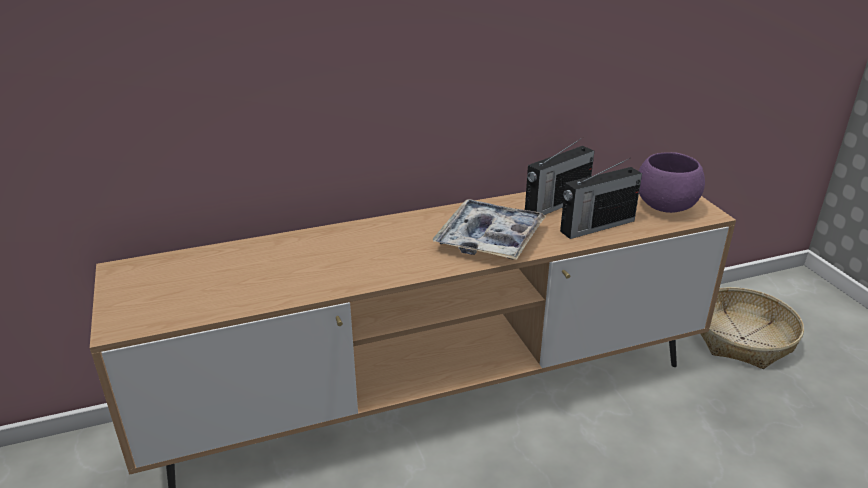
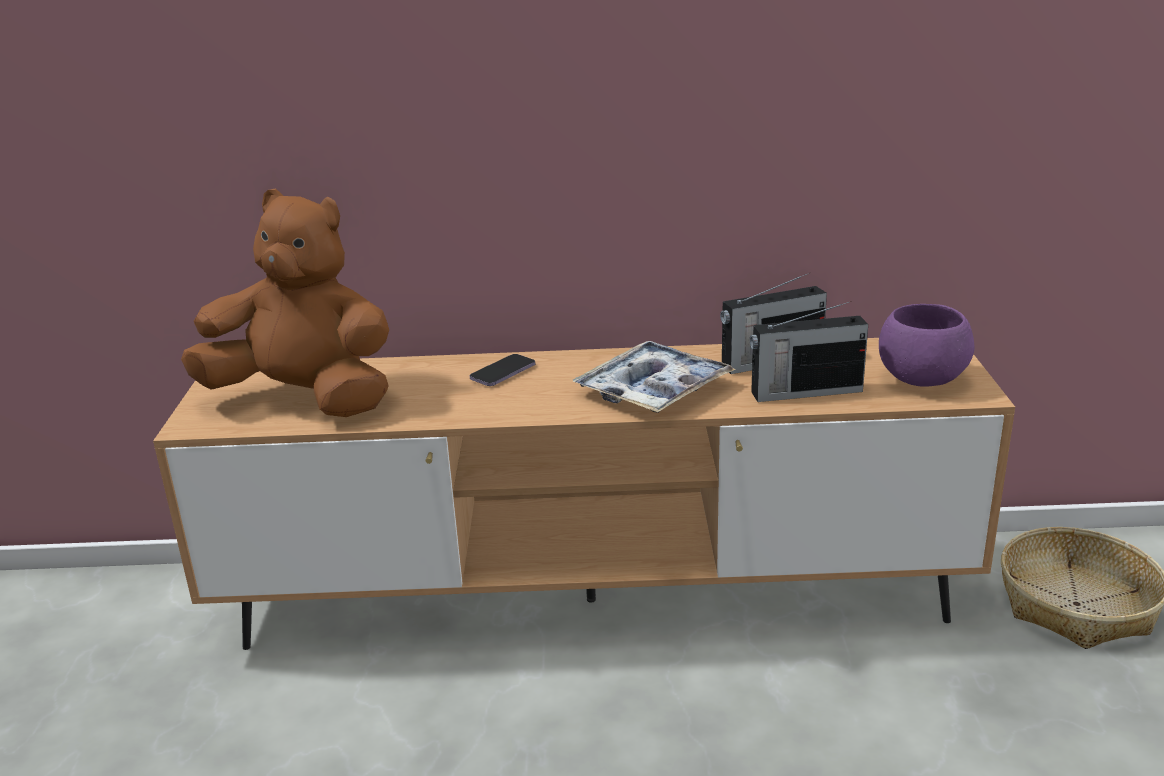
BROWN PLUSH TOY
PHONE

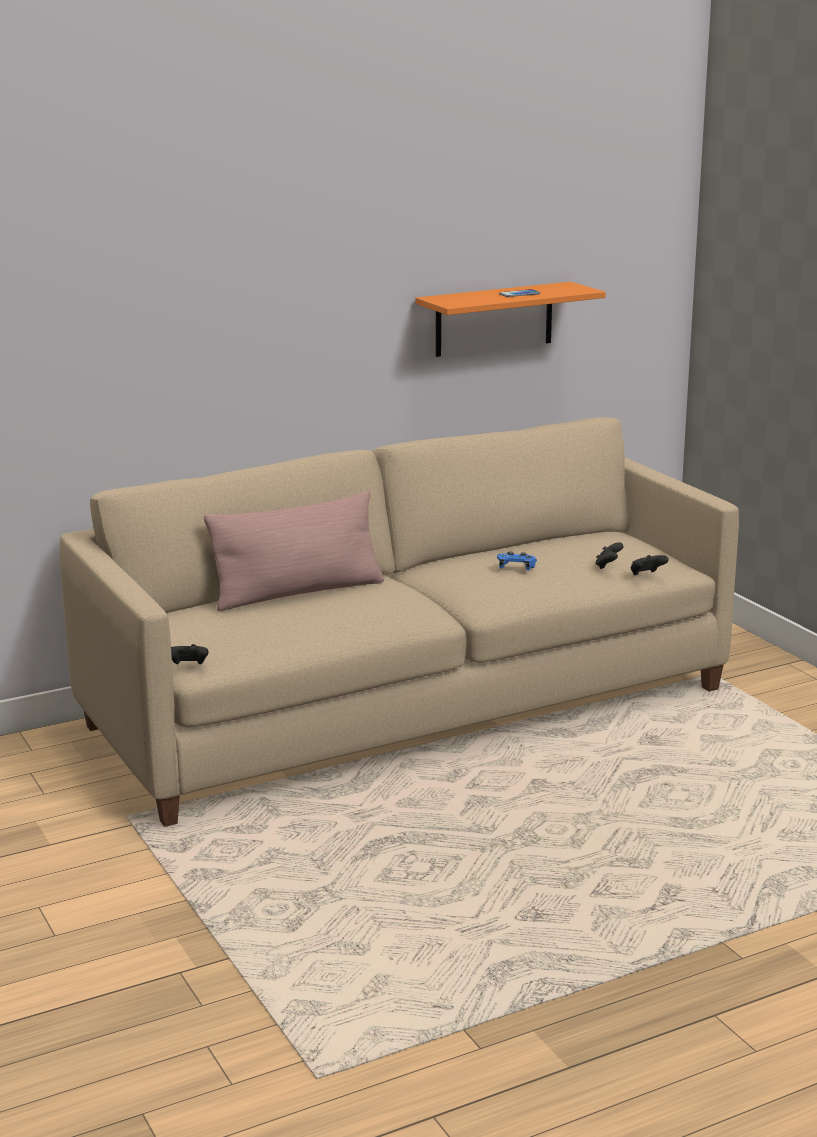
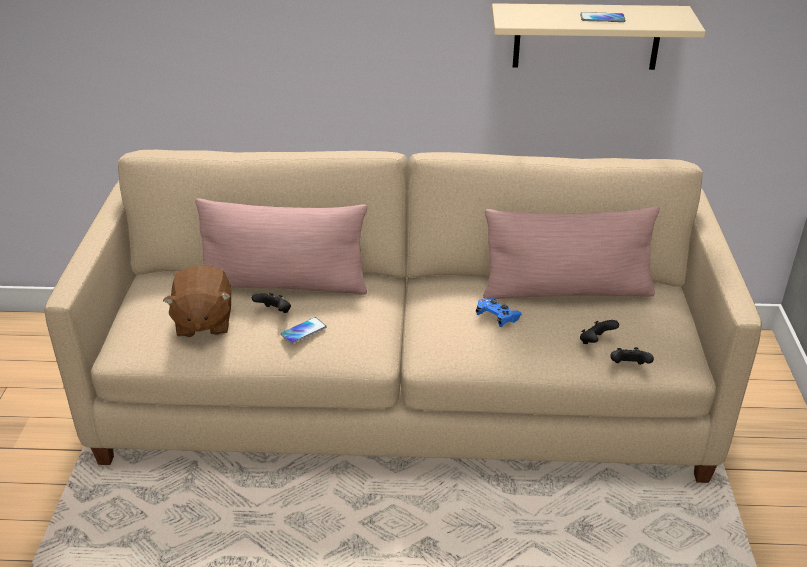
BROWN PLUSH TOY
BLACK GAME CONTROLLER (1st from left)
PHONE (1st from left)
PINK PILLOW (2nd from left)
BEIGE SHELF

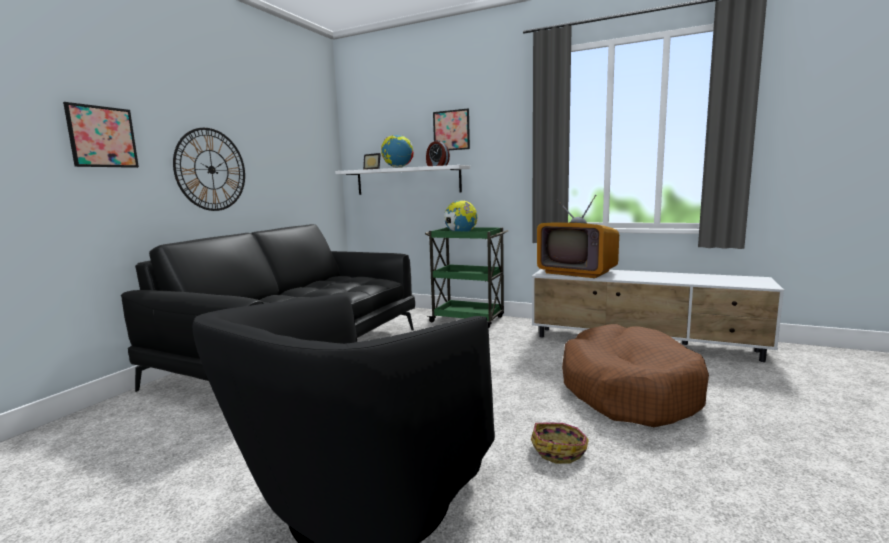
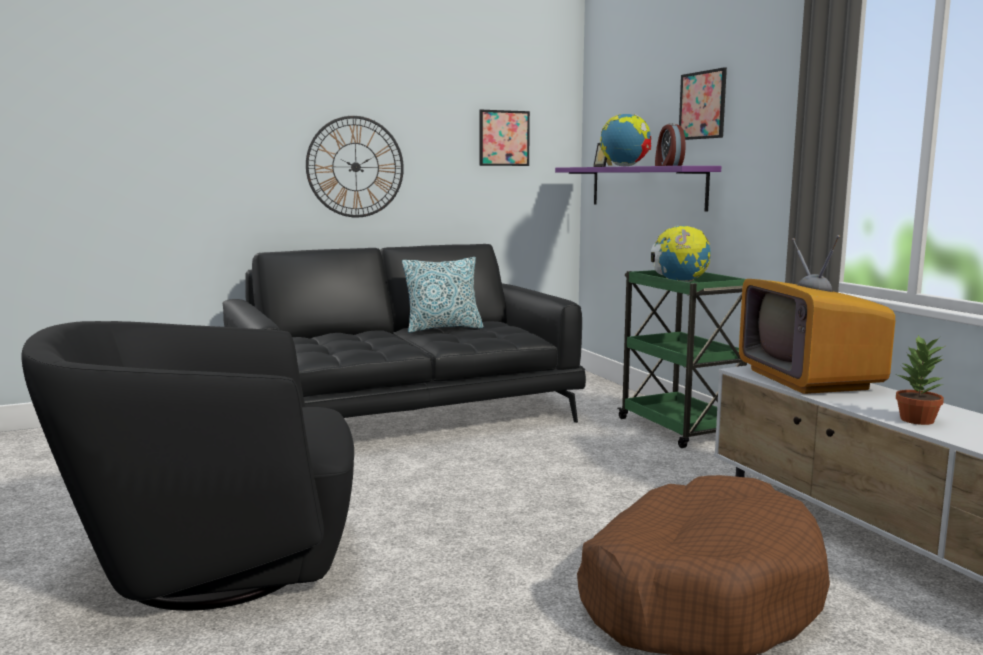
PILLOW
PICTURE (1st from left)
PURPLE SHELF
POTTED PLANT
BASKET

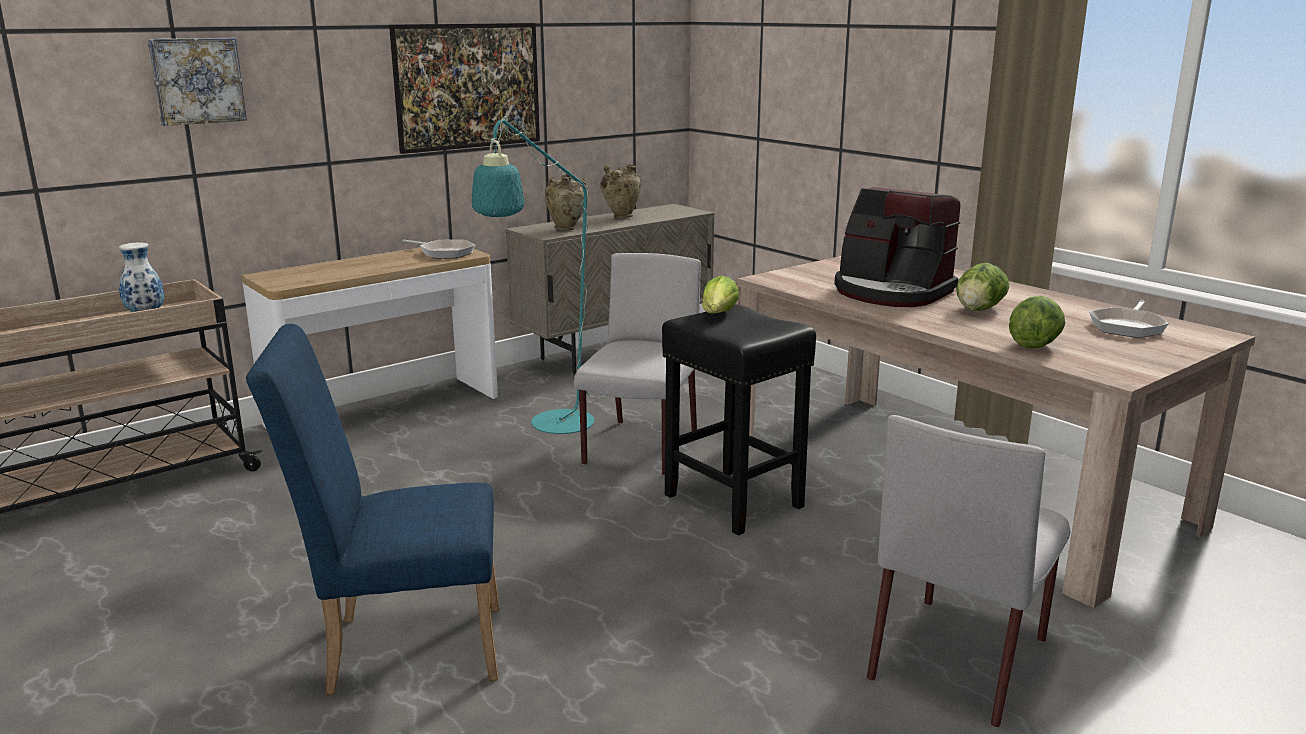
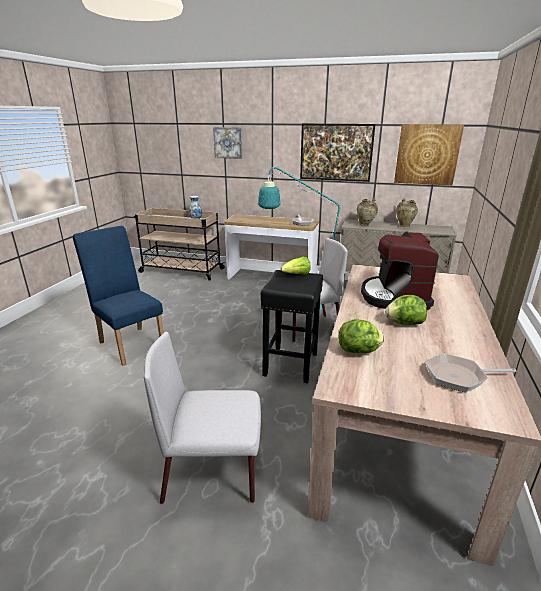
PICTURE (3rd from left)

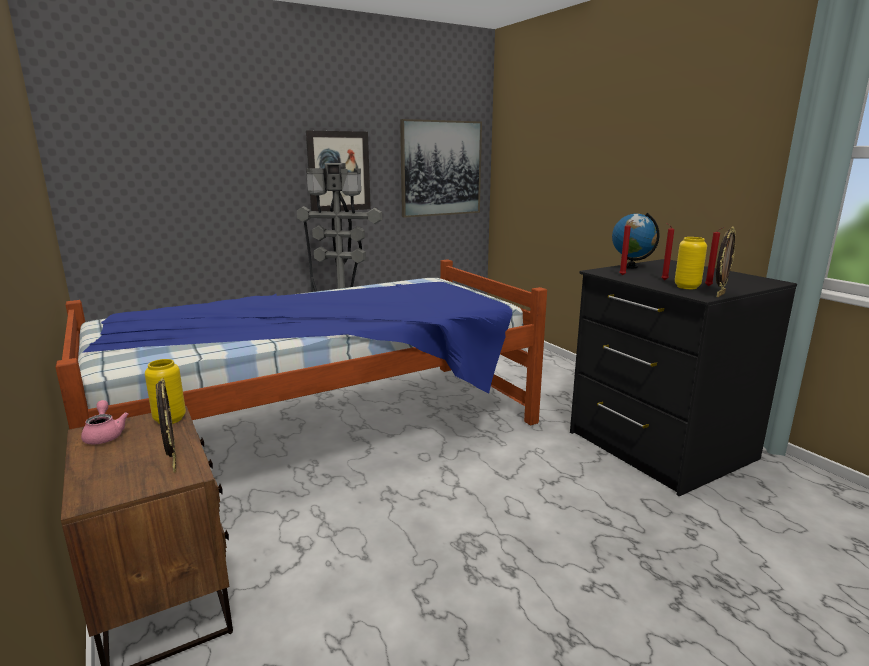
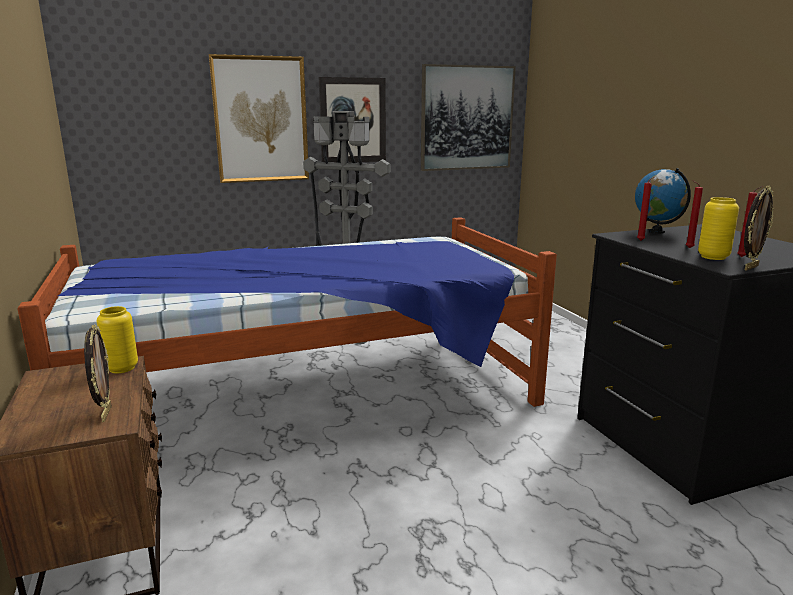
PICTURE (1st from left)
PINK TEAPOT

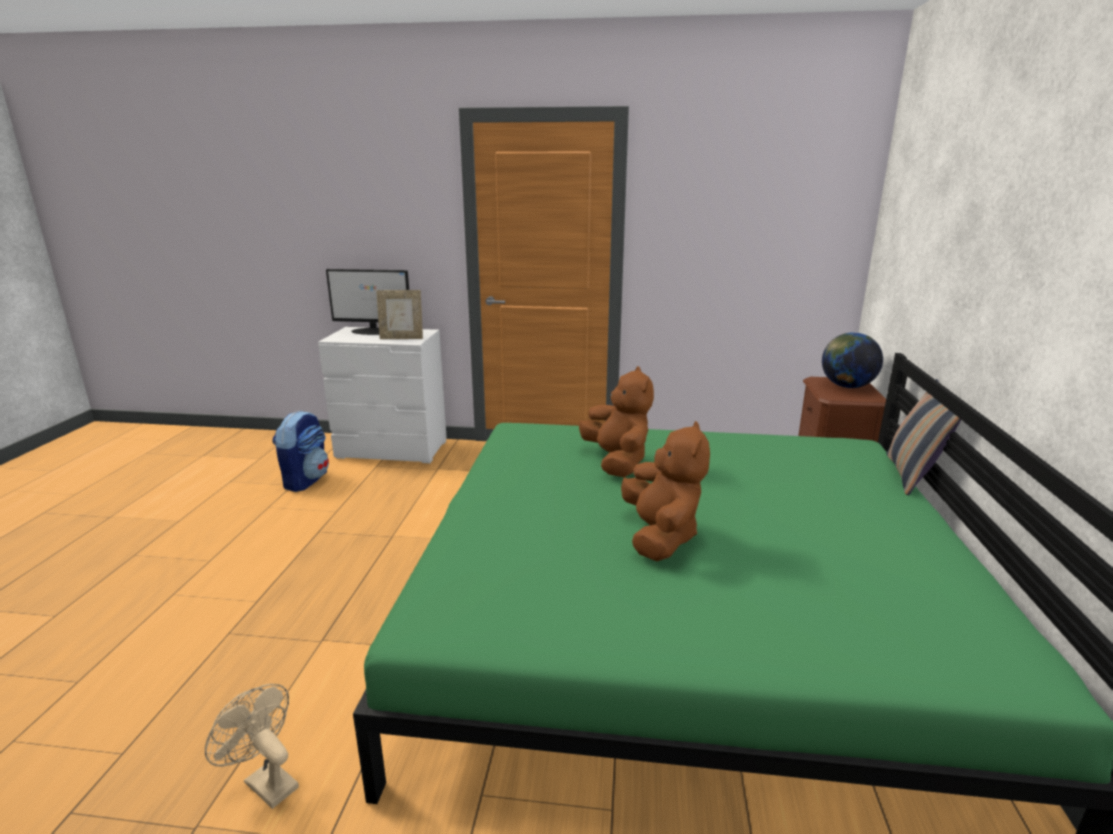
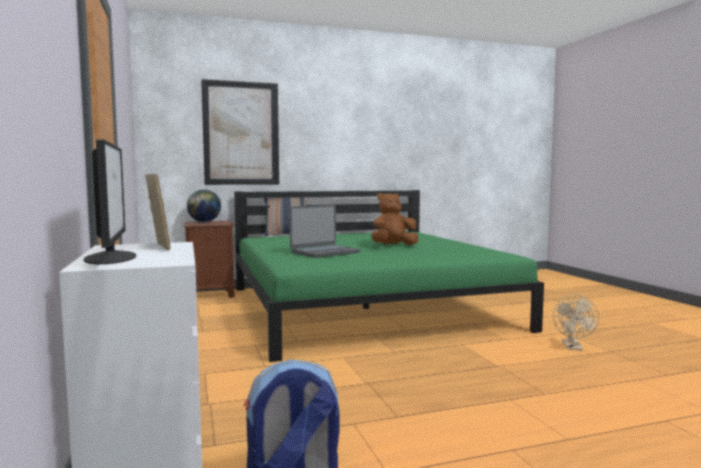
PICTURE
LAPTOP

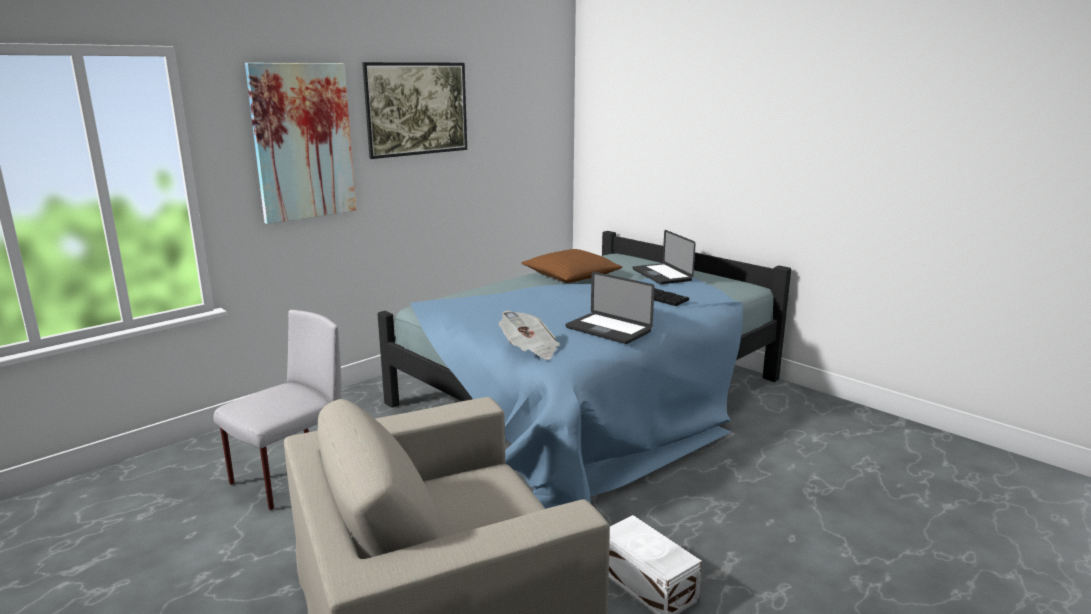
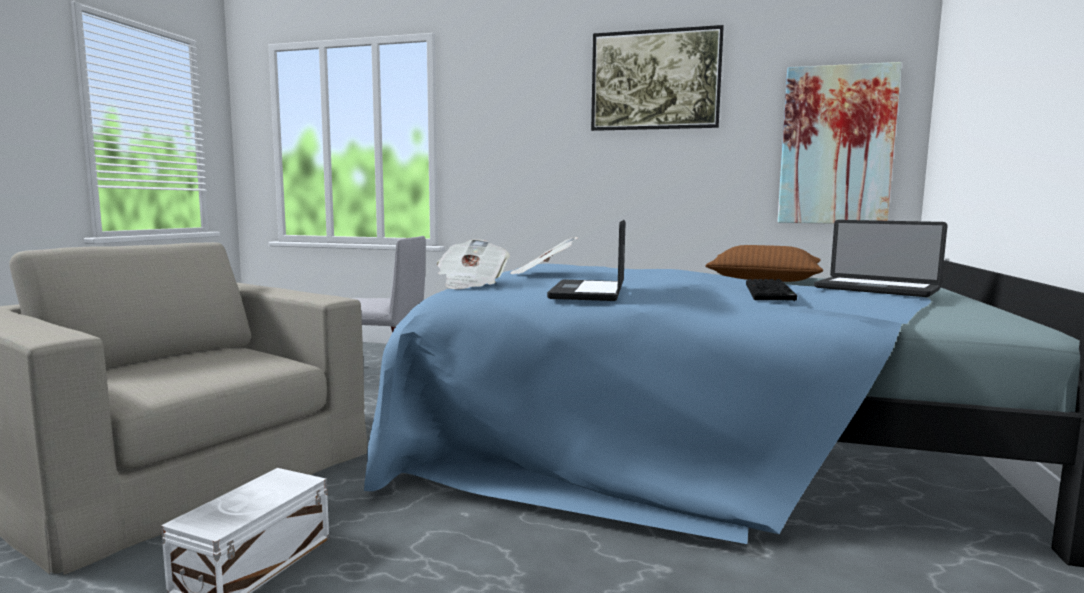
NEWSPAPER (2nd from left)
PICTURE (2nd from left)
LAPTOP (2nd from left)

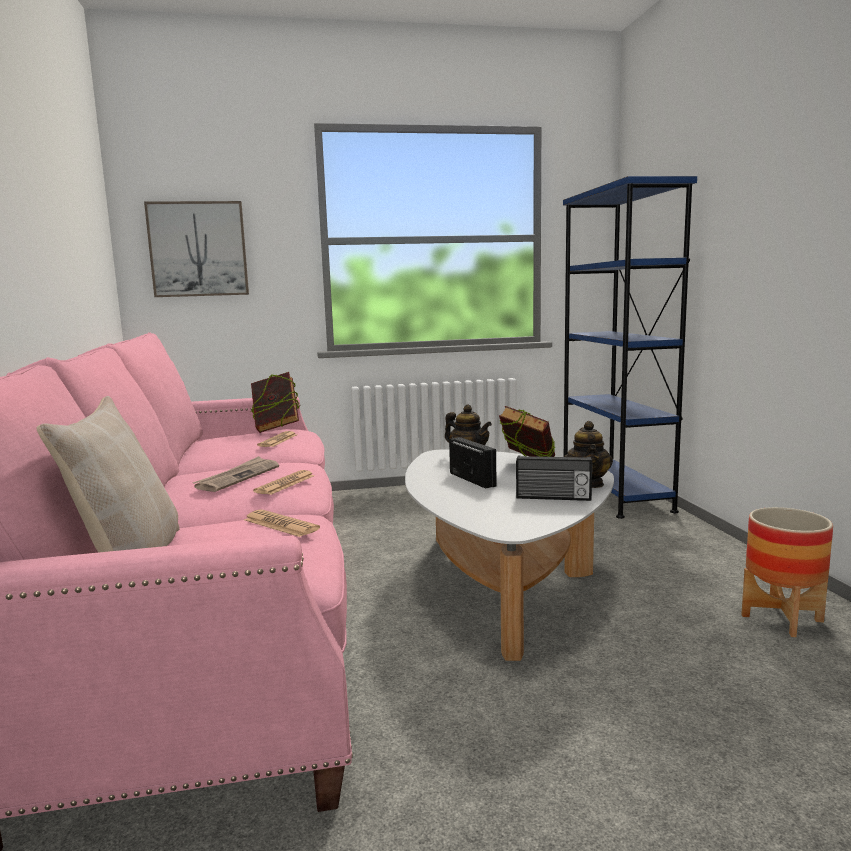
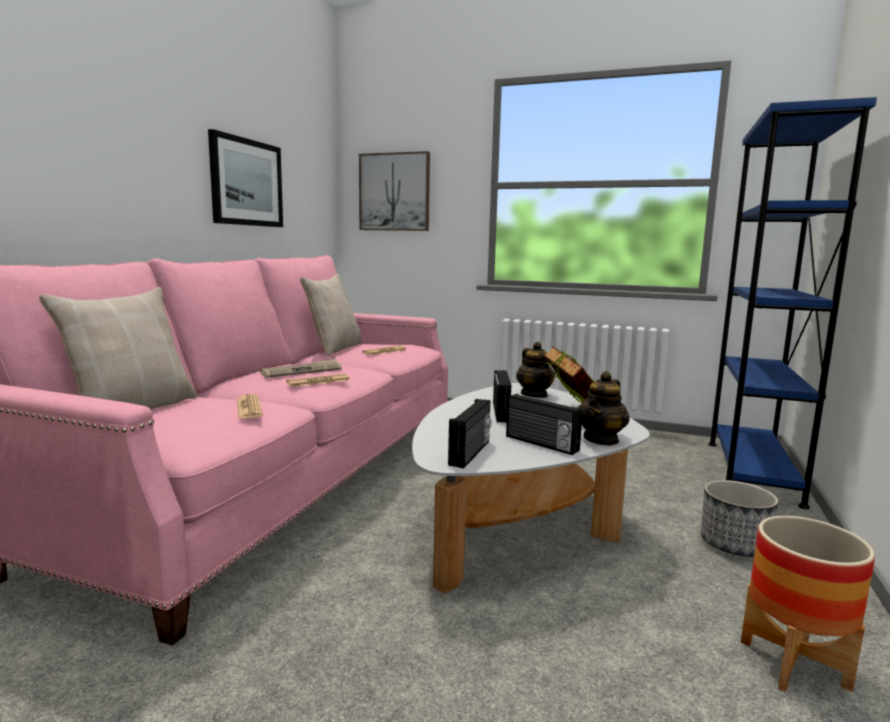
PICTURE (1st from left)
BEIGE PILLOW (2nd from left)
RADIO (1st from left)
PLANTER (1st from left)
BOOK (1st from left in the first image)

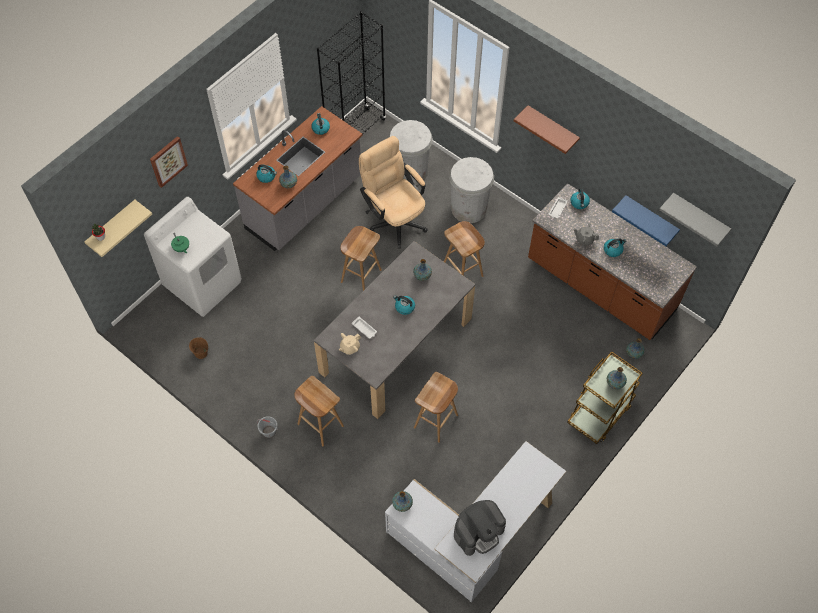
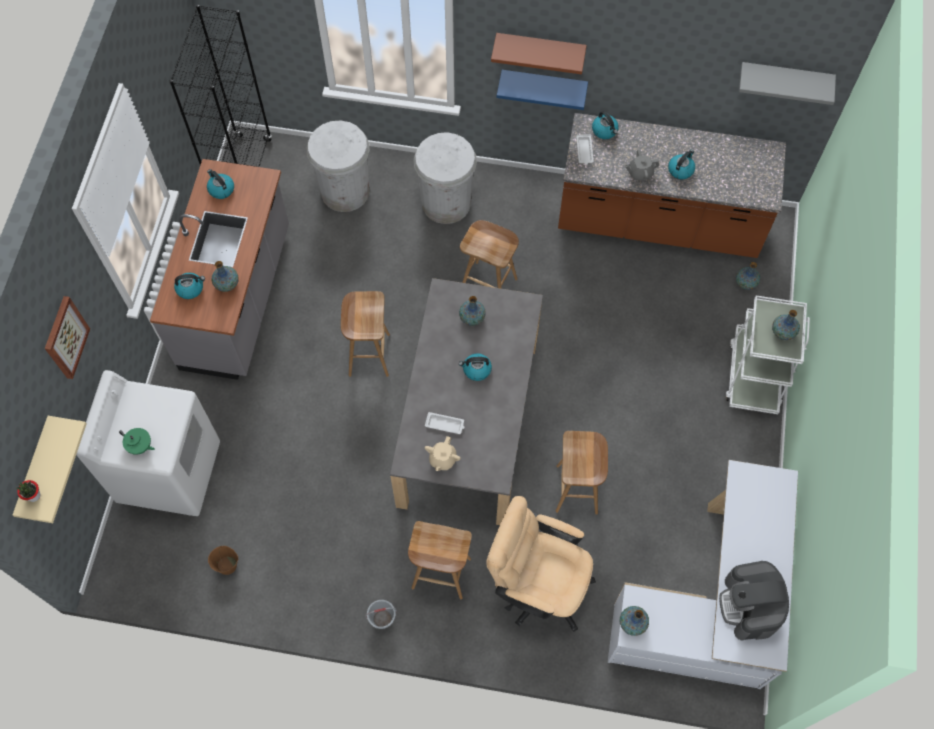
BEIGE OFFICE CHAIR
BLUE SHELF
COFFEE MACHINE
WHITE CART

